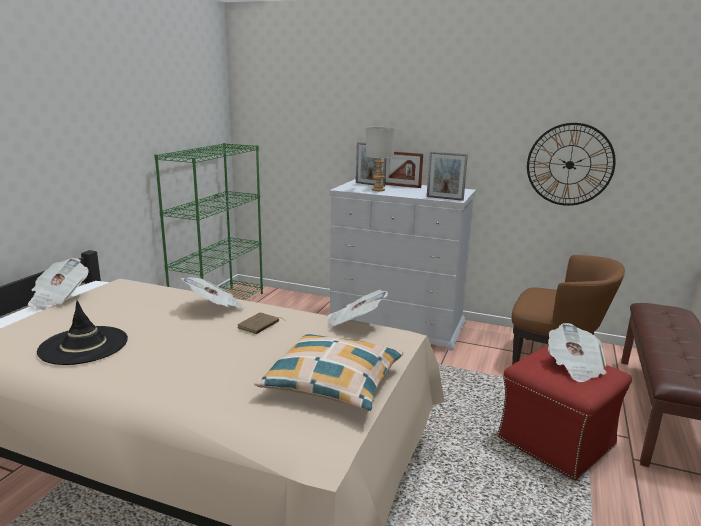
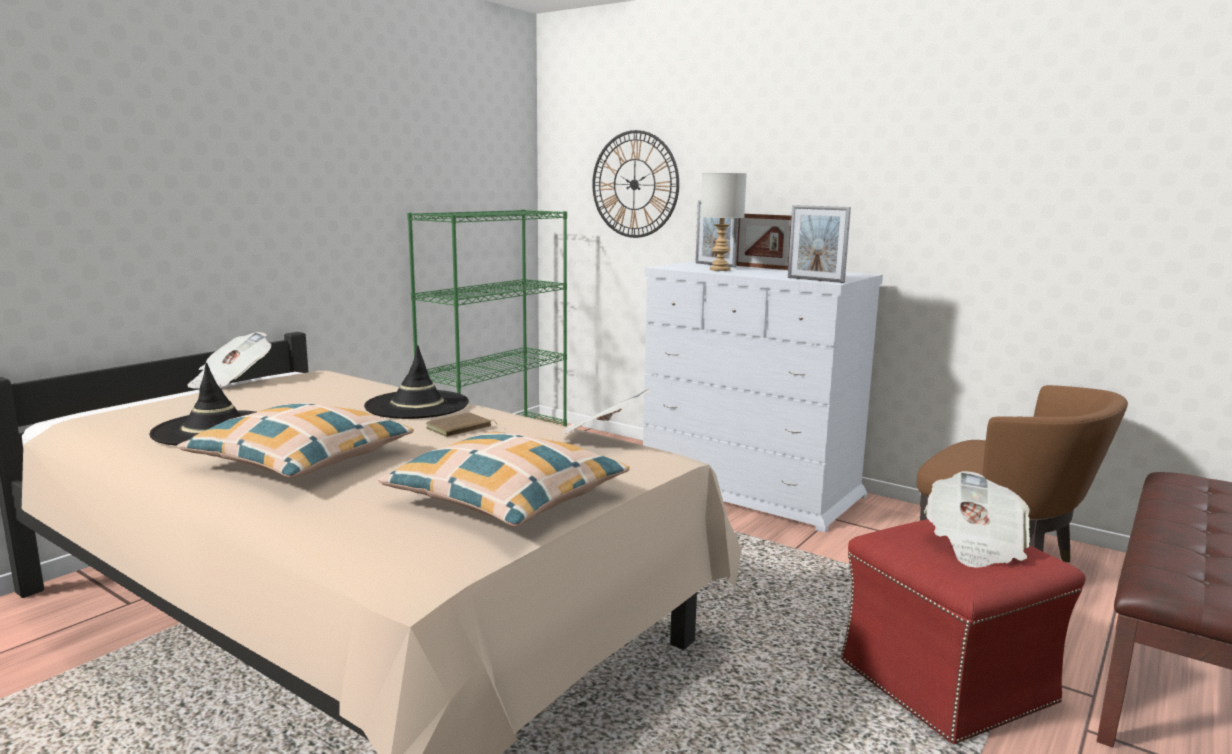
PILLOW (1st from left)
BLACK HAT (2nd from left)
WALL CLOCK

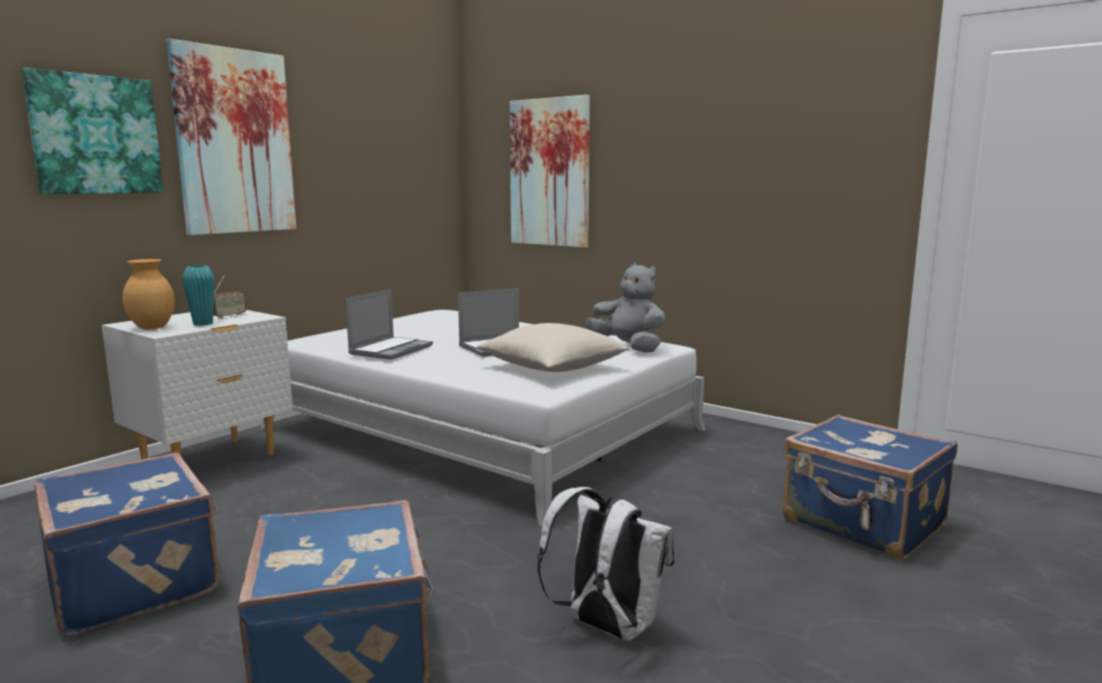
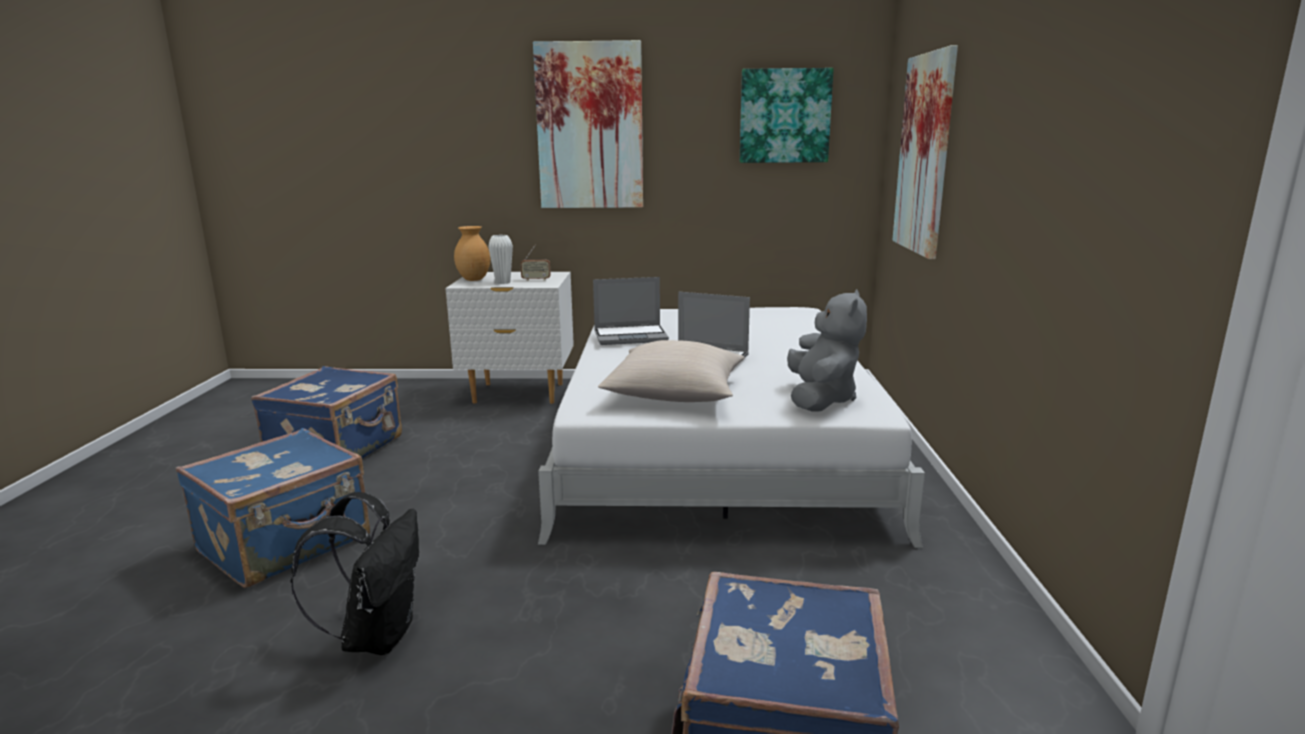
BLACK BACKPACK
WHITE VASE
PICTURE (2nd from left)

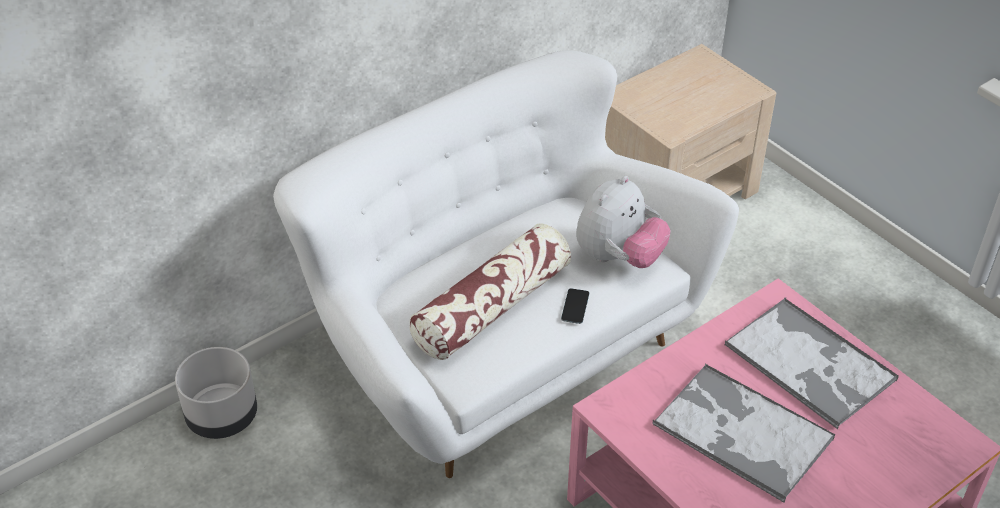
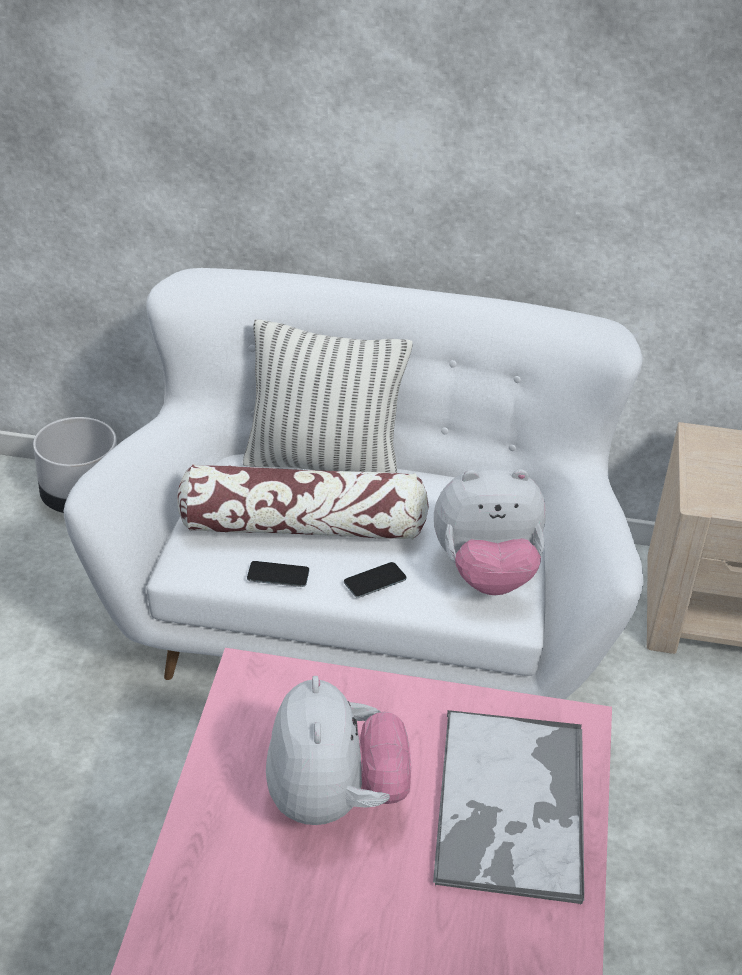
PILLOW (2nd from left)
PHONE (1st from left)
PLUSH TOY (1st from left)

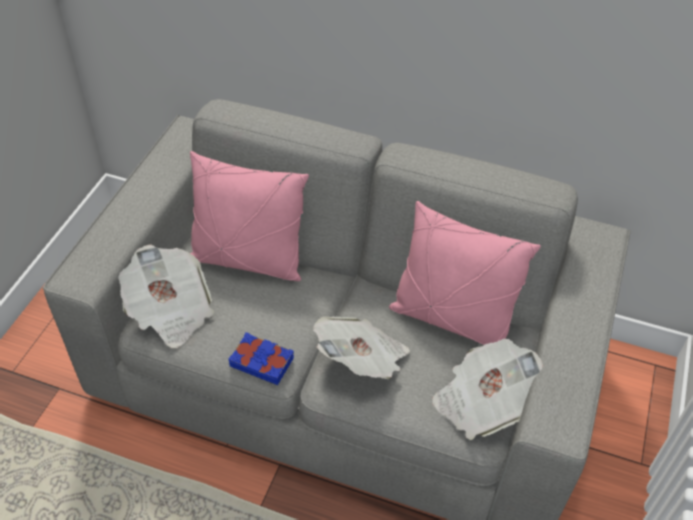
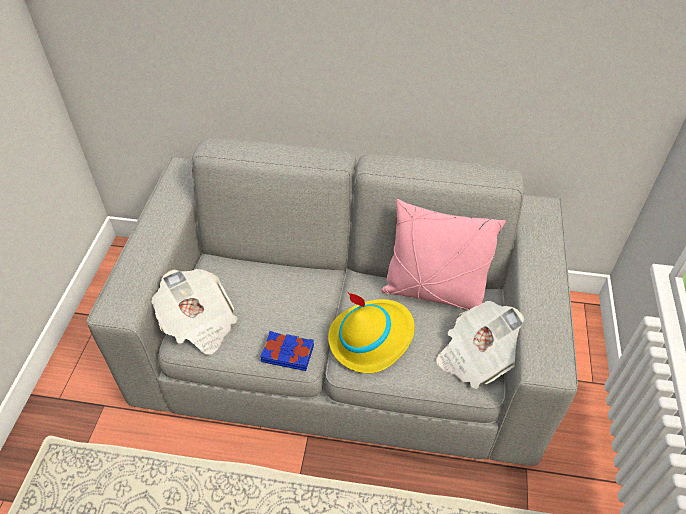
YELLOW HAT
PINK PILLOW (1st from left in the first image)

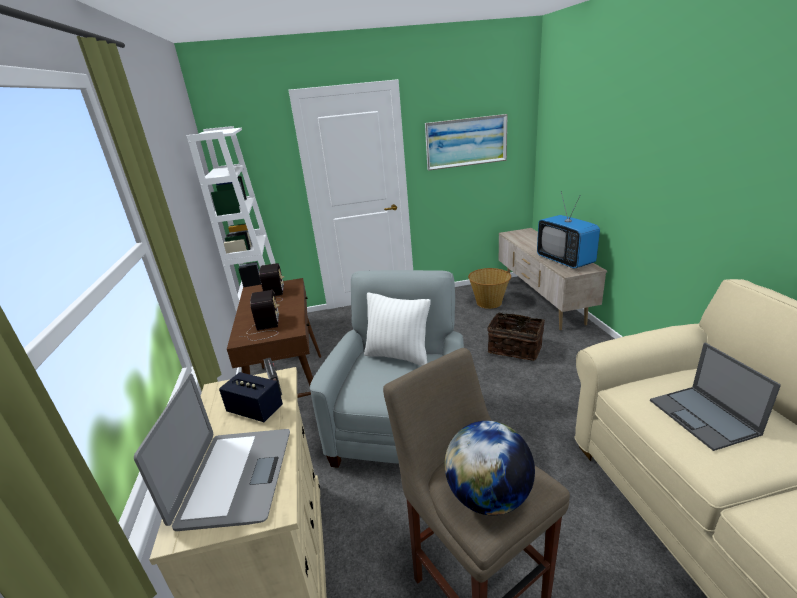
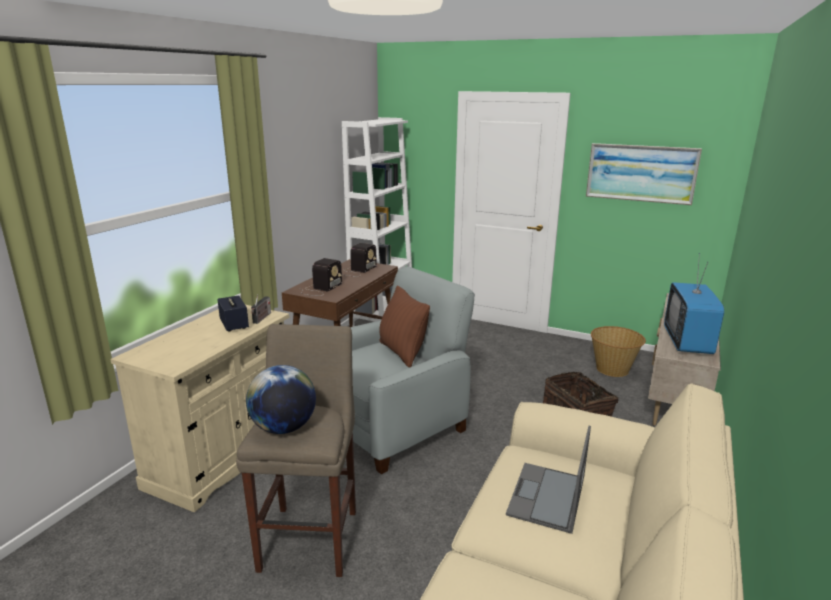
BROWN PILLOW
LAPTOP (1st from left in the first image)

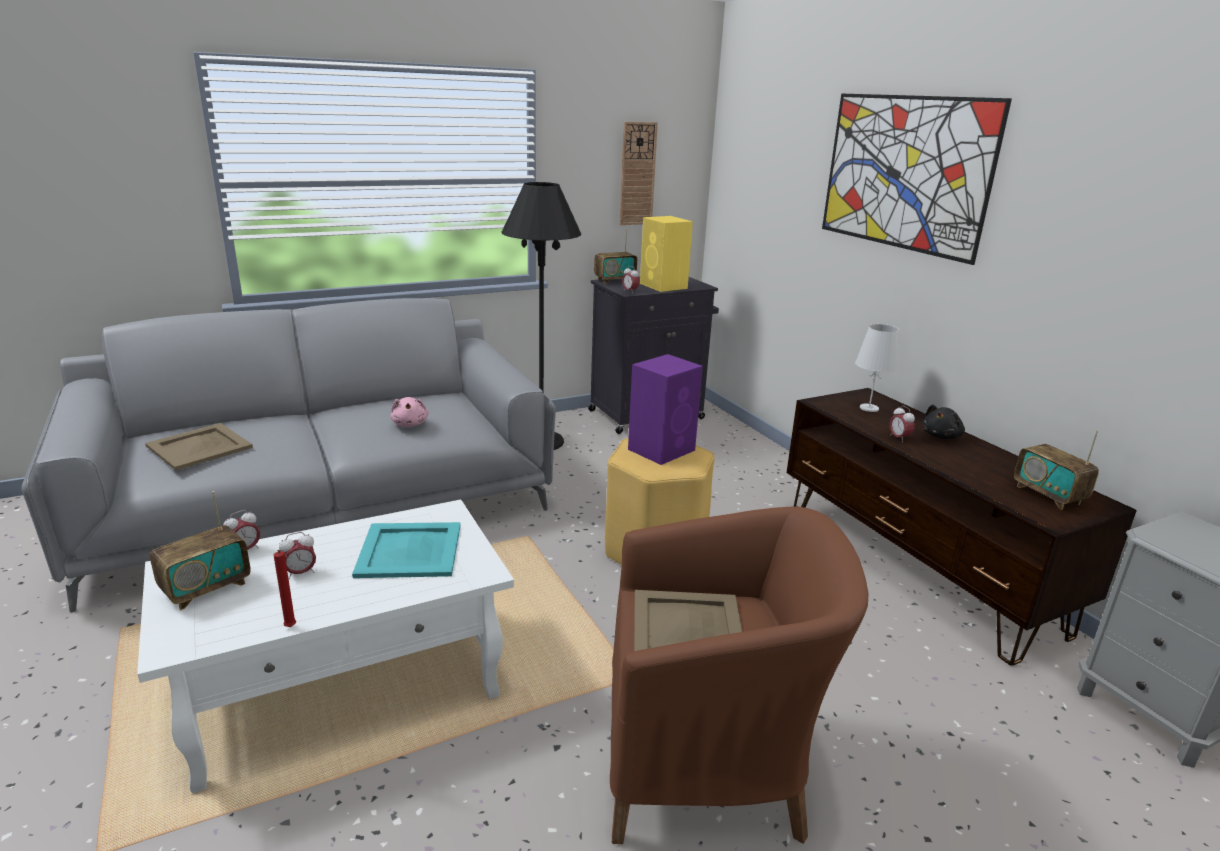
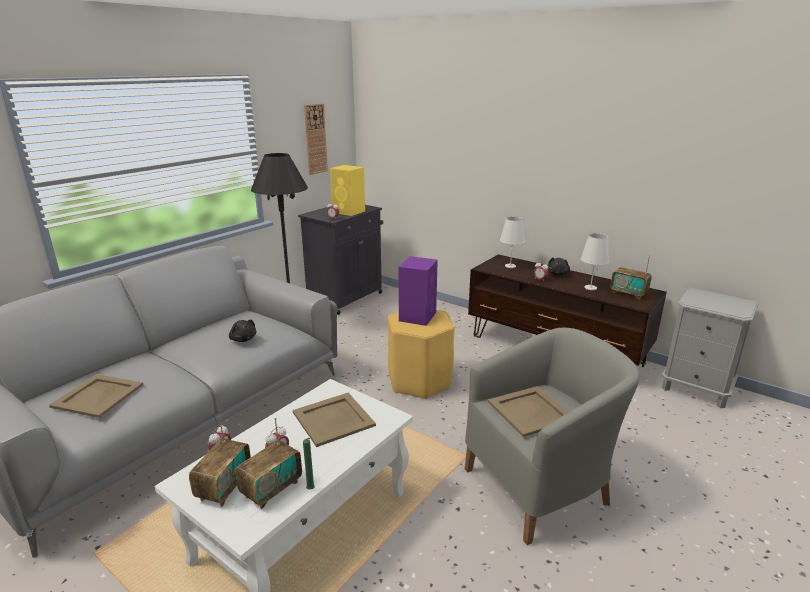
BLACK PLUSH TOY (1st from left)
RADIO (2nd from left)
BEIGE TRAY (2nd from left)
GREEN CANDLE
GREY ARMCHAIR
WHITE TABLE LAMP (2nd from left)
PICTURE

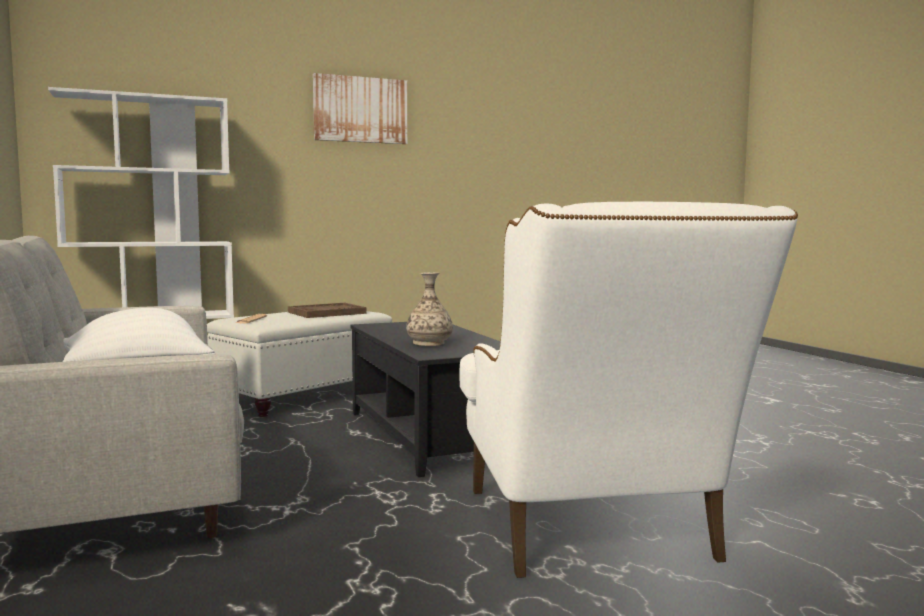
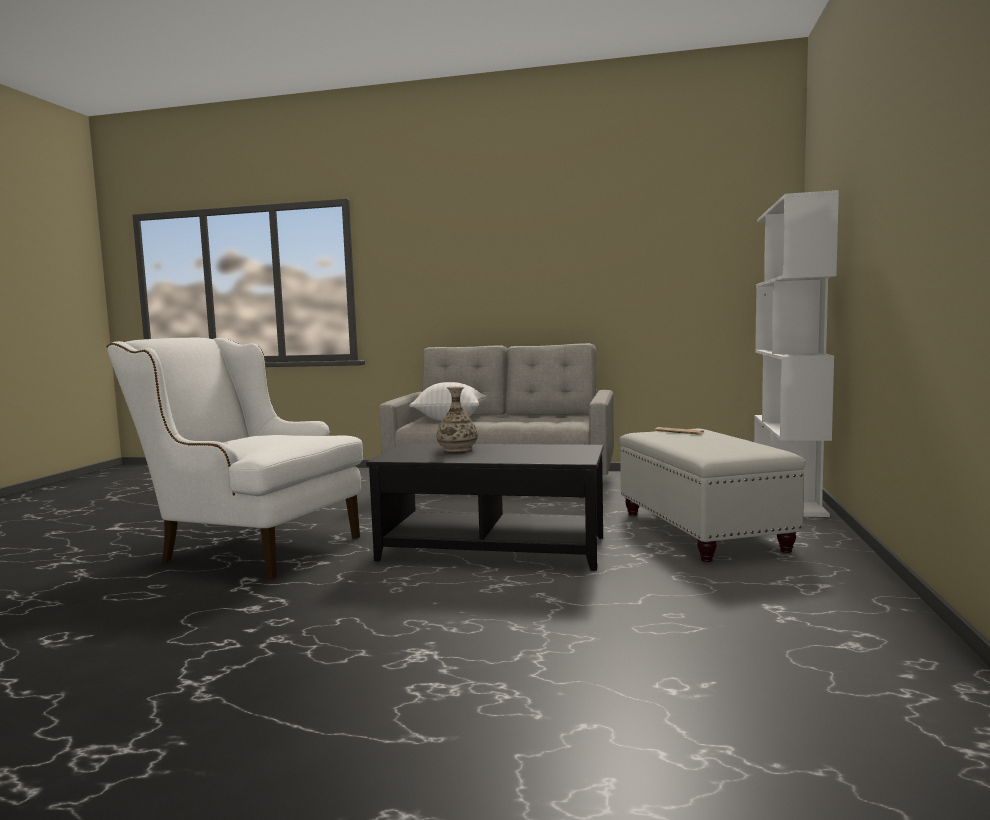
BROWN TRAY
PICTURE

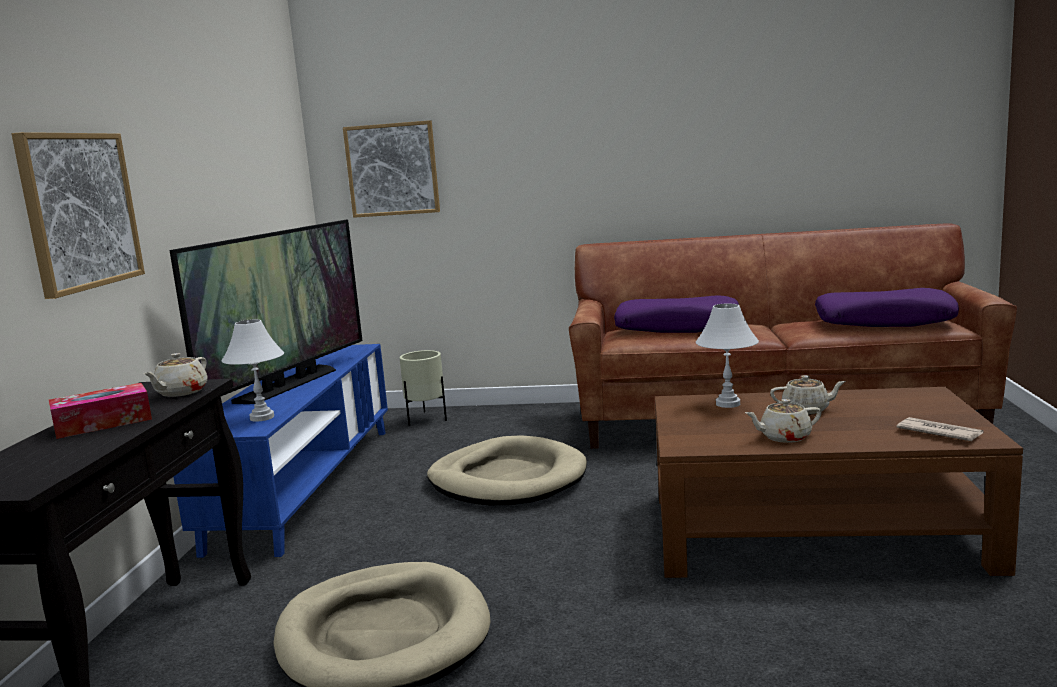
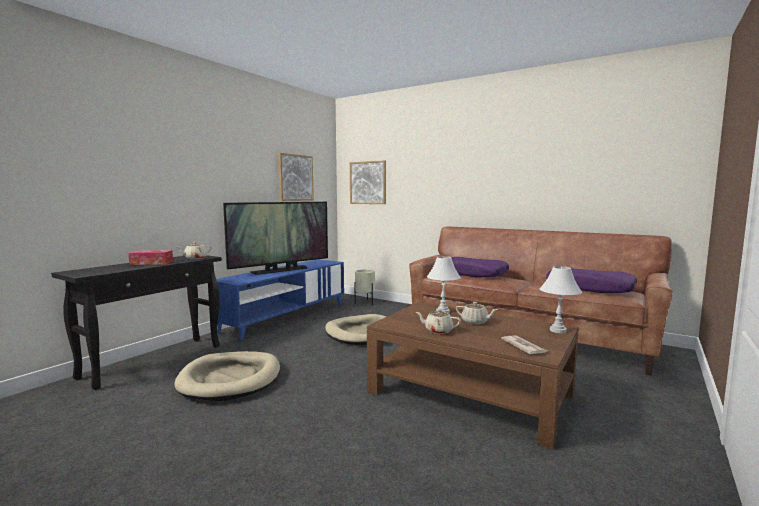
PICTURE (1st from left)
WHITE TABLE LAMP (2nd from left)

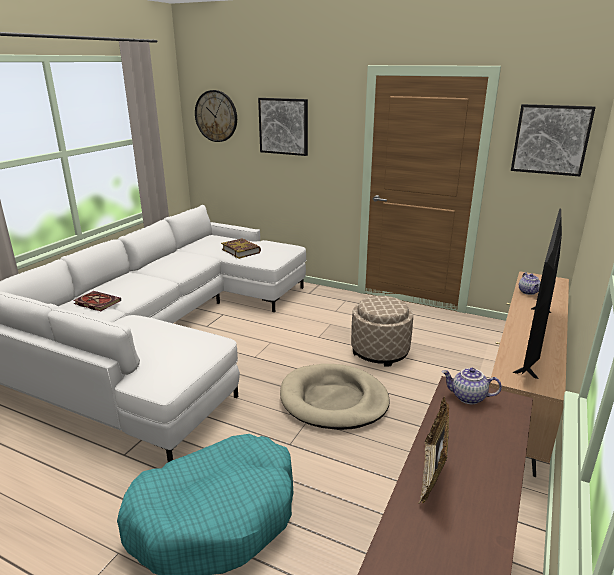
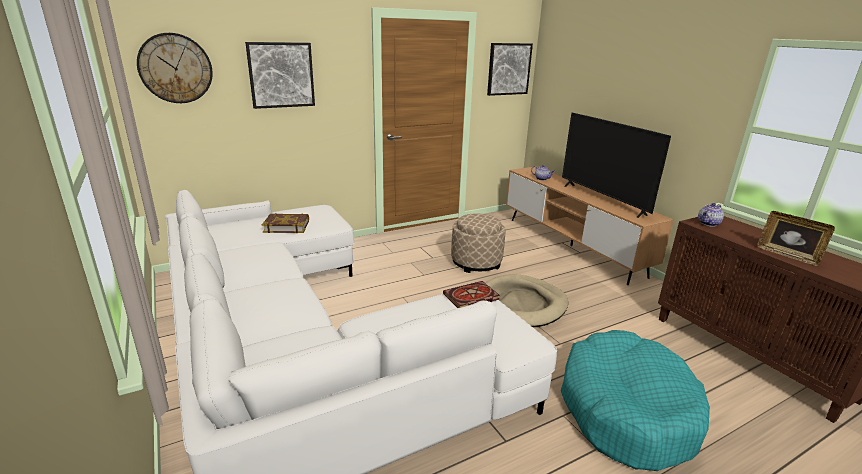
BOOK (2nd from left)

